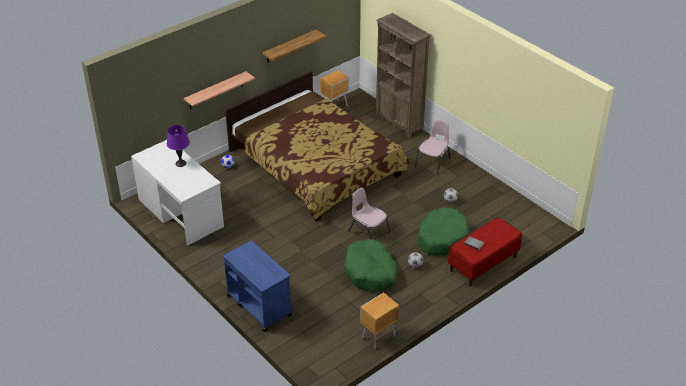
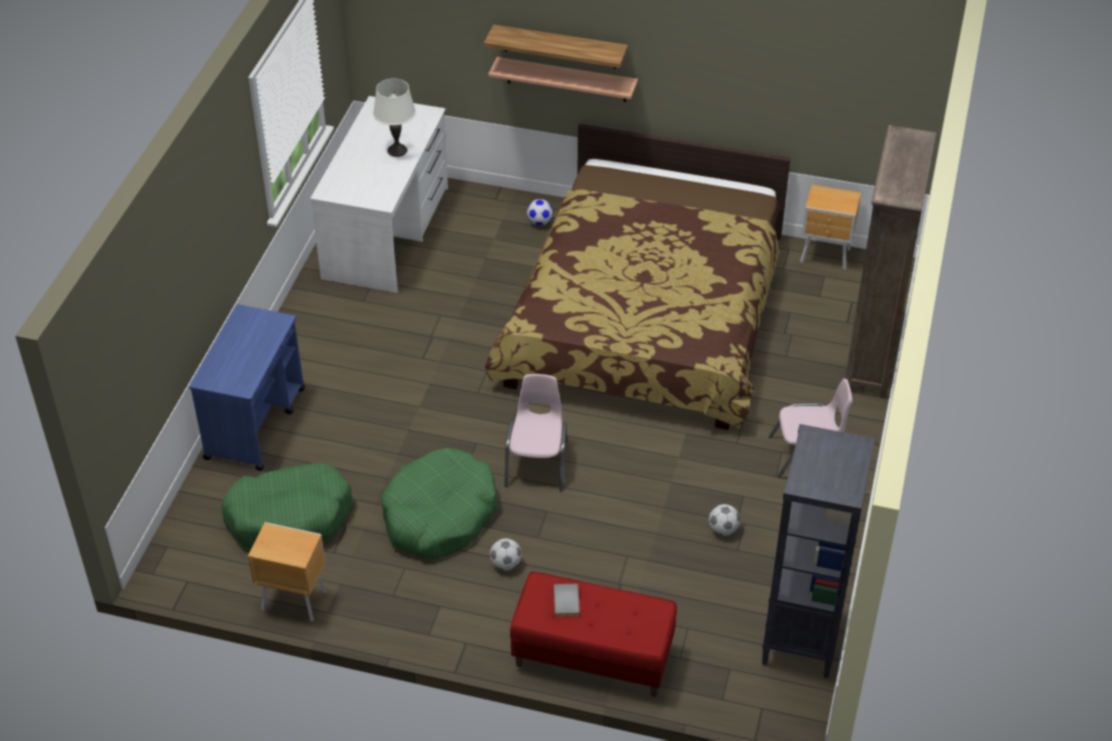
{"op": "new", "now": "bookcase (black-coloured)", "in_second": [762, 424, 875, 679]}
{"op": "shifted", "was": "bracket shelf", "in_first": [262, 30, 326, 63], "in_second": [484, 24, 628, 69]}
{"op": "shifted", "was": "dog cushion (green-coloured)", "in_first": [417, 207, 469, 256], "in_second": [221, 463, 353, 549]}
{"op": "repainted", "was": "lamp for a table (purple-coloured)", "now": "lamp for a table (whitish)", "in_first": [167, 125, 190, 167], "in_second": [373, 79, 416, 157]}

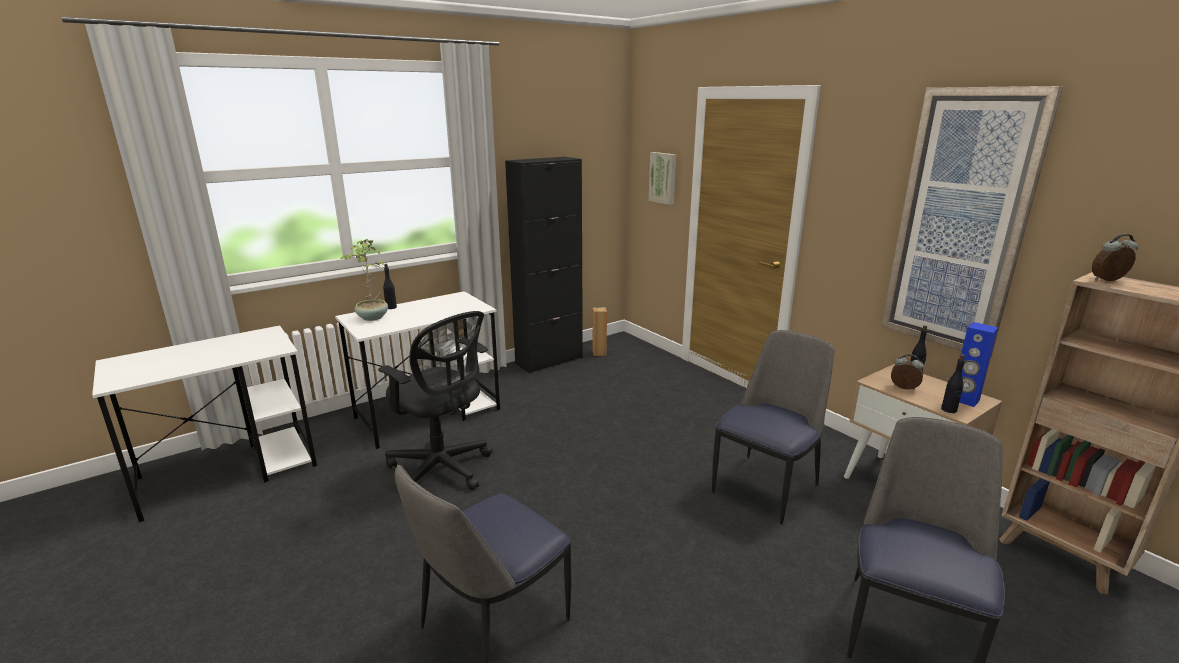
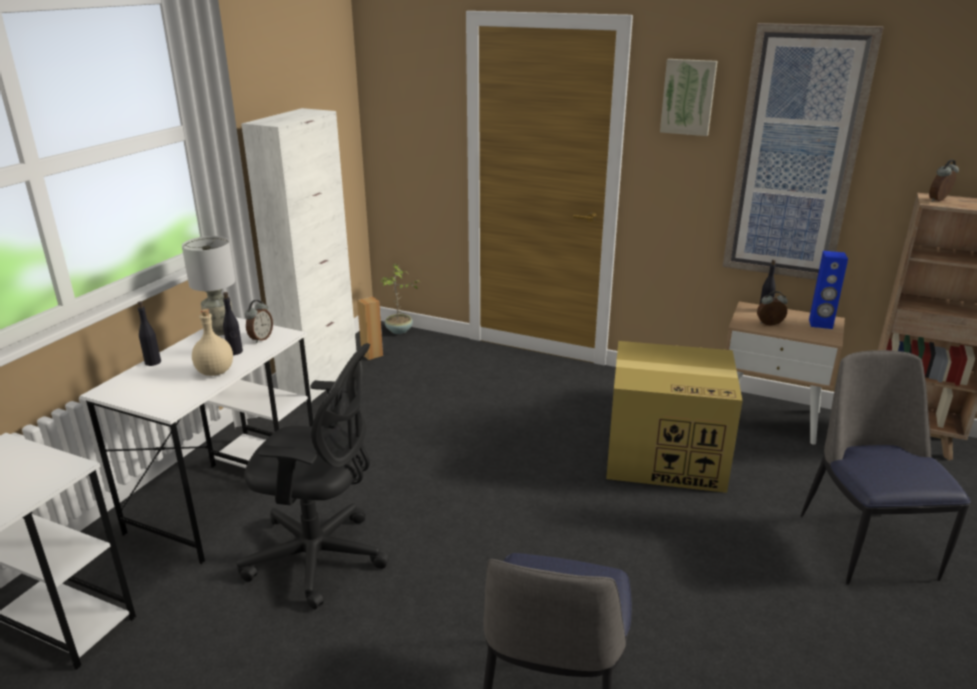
{"op": "new", "now": "lamp for a table (gray)", "in_second": [182, 236, 235, 336]}
{"op": "new", "now": "drink bottle (beige-coloured)", "in_second": [192, 309, 233, 376]}
{"op": "new", "now": "alarm clock", "in_second": [245, 300, 273, 343]}
{"op": "shifted", "was": "houseplant", "in_first": [340, 239, 388, 321], "in_second": [381, 263, 421, 334]}
{"op": "shifted", "was": "wall art", "in_first": [649, 152, 676, 205], "in_second": [660, 59, 718, 136]}
{"op": "shifted", "was": "drink bottle (black-coloured)", "in_first": [941, 354, 965, 413], "in_second": [223, 292, 243, 355]}
{"op": "swapped", "was": "plain chair", "now": "carton", "in_first": [712, 330, 835, 525], "in_second": [606, 341, 743, 493]}
{"op": "repainted", "was": "cabinet (black-coloured)", "now": "cabinet (whitish)", "in_first": [505, 157, 583, 373], "in_second": [241, 108, 356, 403]}

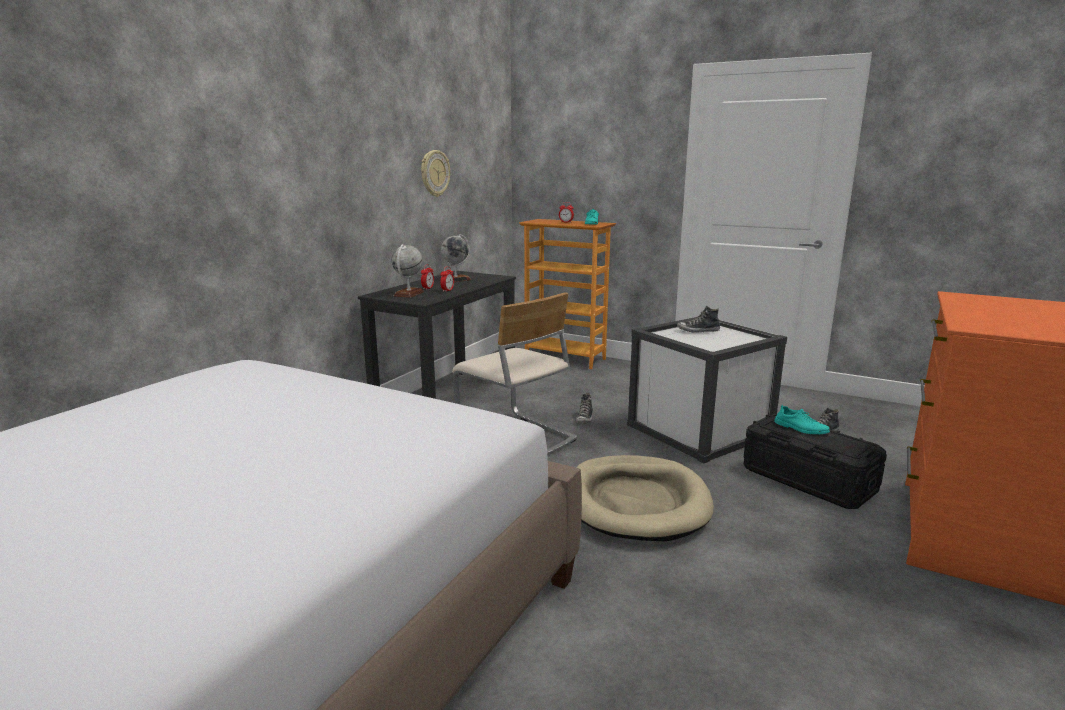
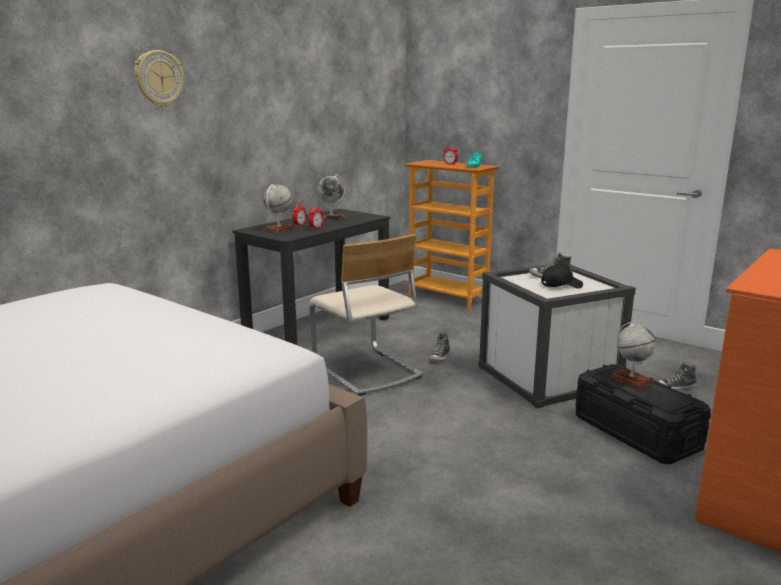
{"op": "gone", "was": "dog cushion (beige-coloured)", "in_first": [576, 455, 714, 541]}
{"op": "new", "now": "peaked cap (black-coloured)", "in_second": [541, 265, 583, 289]}
{"op": "shifted", "was": "clock on the wall", "in_first": [421, 150, 450, 197], "in_second": [135, 50, 184, 107]}
{"op": "swapped", "was": "shoe (turquoise-coloured)", "now": "desk globe", "in_first": [774, 405, 830, 434], "in_second": [611, 322, 656, 389]}

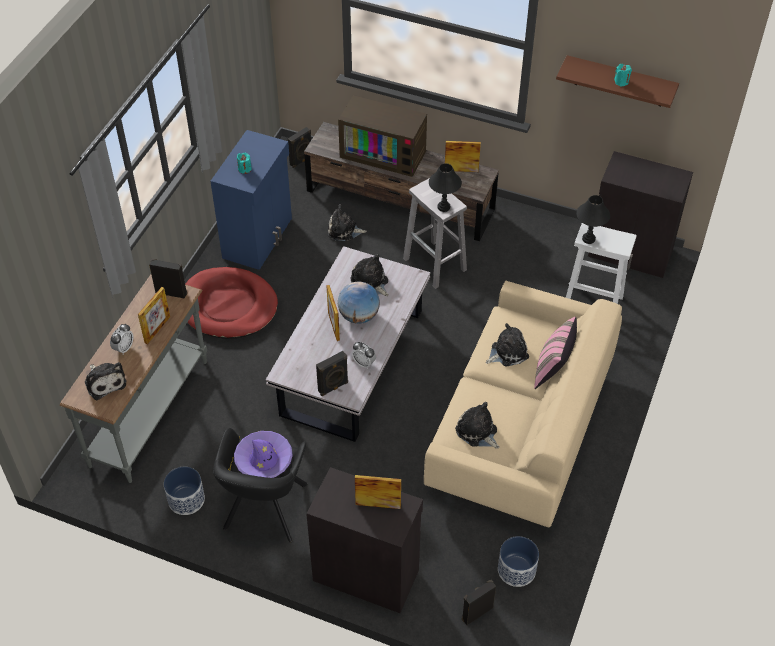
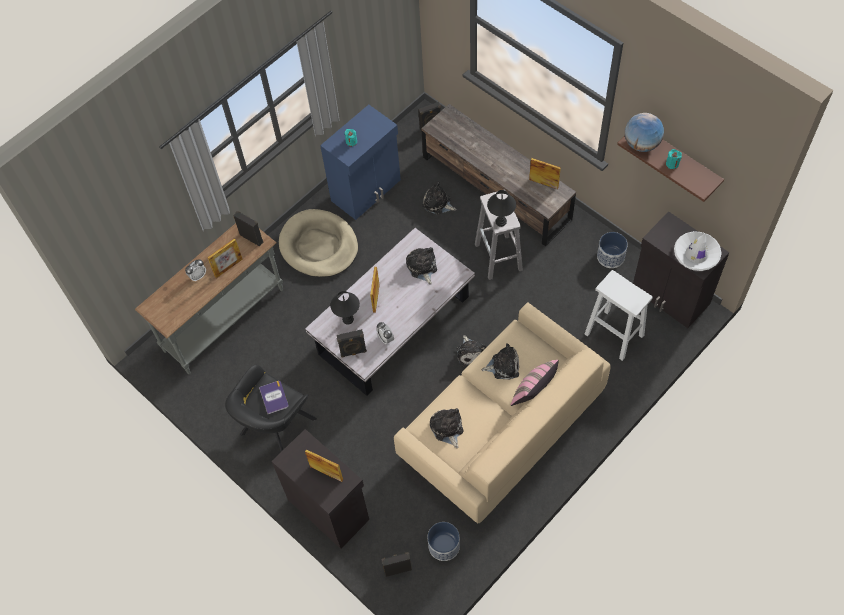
{"op": "gone", "was": "TV set", "in_first": [338, 95, 427, 177]}
{"op": "new", "now": "wearable hat (whitish)", "in_second": [674, 231, 722, 271]}
{"op": "shifted", "was": "cuddly toy", "in_first": [84, 362, 126, 400], "in_second": [457, 335, 486, 366]}
{"op": "shifted", "was": "plant pot", "in_first": [164, 467, 205, 515], "in_second": [597, 232, 628, 268]}
{"op": "shifted", "was": "desk globe", "in_first": [338, 282, 380, 324], "in_second": [625, 113, 664, 152]}
{"op": "shifted", "was": "lamp for a table (black-coloured)", "in_first": [576, 195, 610, 244], "in_second": [330, 291, 360, 325]}
{"op": "swapped", "was": "wearable hat (purple-coloured)", "now": "volume", "in_first": [234, 431, 293, 478], "in_second": [259, 381, 289, 414]}
{"op": "repainted", "was": "dog cushion (red)", "now": "dog cushion (beige-coloured)", "in_first": [186, 267, 278, 339], "in_second": [279, 209, 358, 277]}

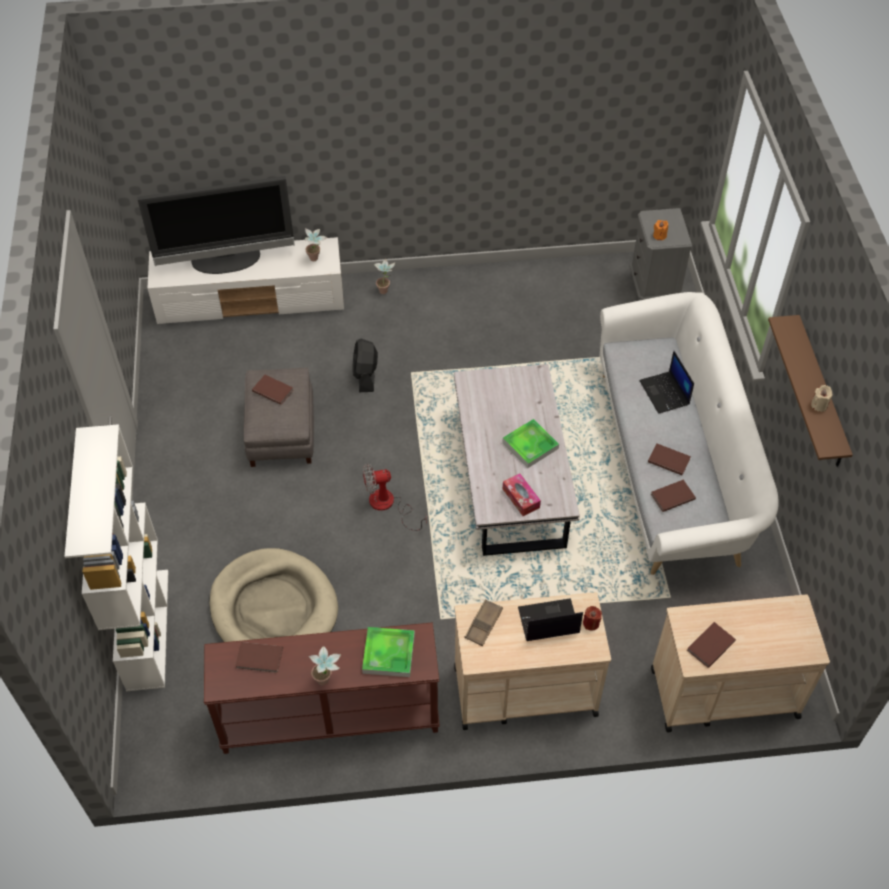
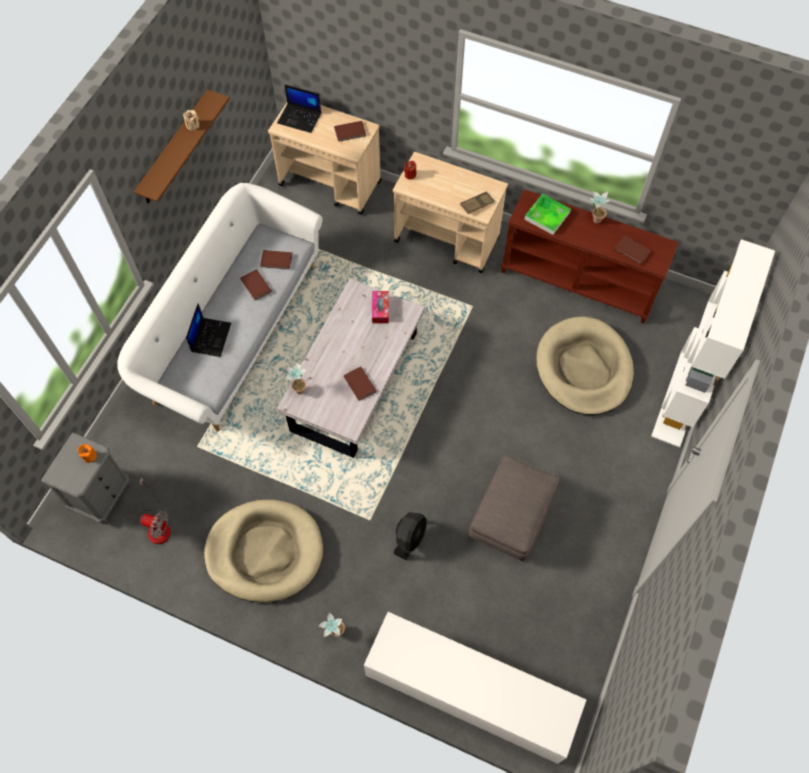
{"op": "gone", "was": "TV set", "in_first": [137, 176, 295, 274]}
{"op": "gone", "was": "serving tray", "in_first": [502, 419, 559, 468]}
{"op": "new", "now": "dog cushion (beige-coloured)", "in_second": [204, 500, 323, 602]}
{"op": "shifted", "was": "volume (brown-coloured)", "in_first": [252, 375, 293, 405], "in_second": [344, 367, 377, 401]}
{"op": "shifted", "was": "houseplant", "in_first": [304, 228, 327, 261], "in_second": [285, 361, 307, 394]}
{"op": "shifted", "was": "electric fan", "in_first": [363, 463, 427, 531], "in_second": [139, 477, 171, 544]}
{"op": "shifted", "was": "portable computer", "in_first": [518, 598, 583, 641], "in_second": [277, 85, 321, 133]}

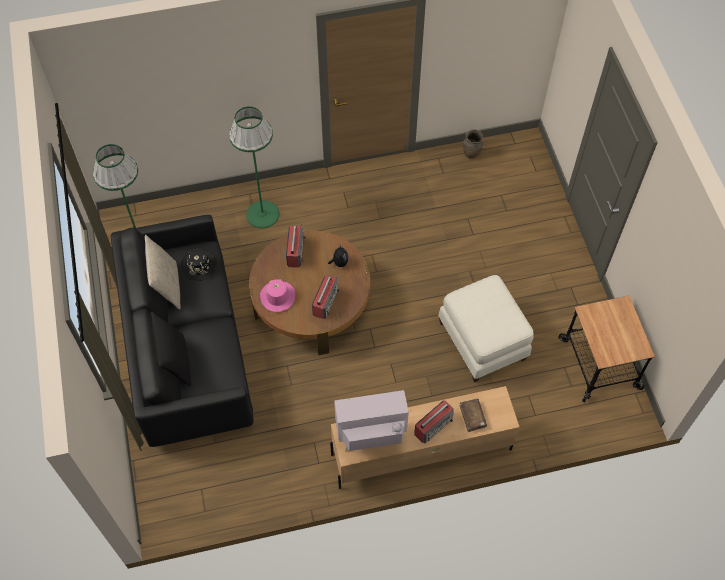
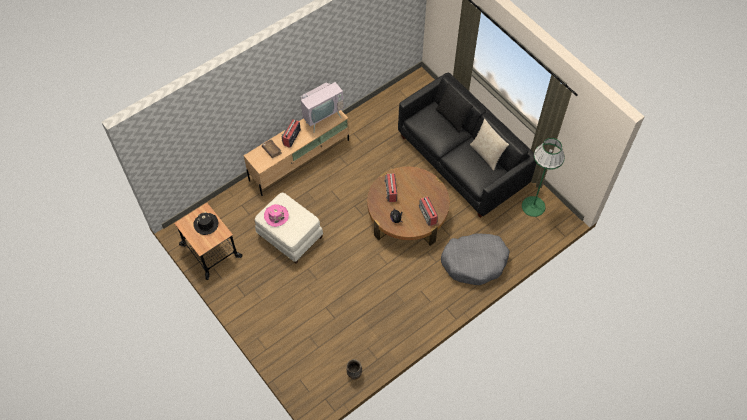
{"op": "shifted", "was": "wearable hat (black-coloured)", "in_first": [181, 248, 217, 281], "in_second": [193, 212, 218, 235]}
{"op": "shifted", "was": "wearable hat (pinkish)", "in_first": [260, 279, 295, 312], "in_second": [264, 204, 289, 227]}
{"op": "swapped", "was": "standing lamp (green-coloured)", "now": "dog cushion (gray)", "in_first": [229, 106, 279, 228], "in_second": [441, 234, 510, 285]}

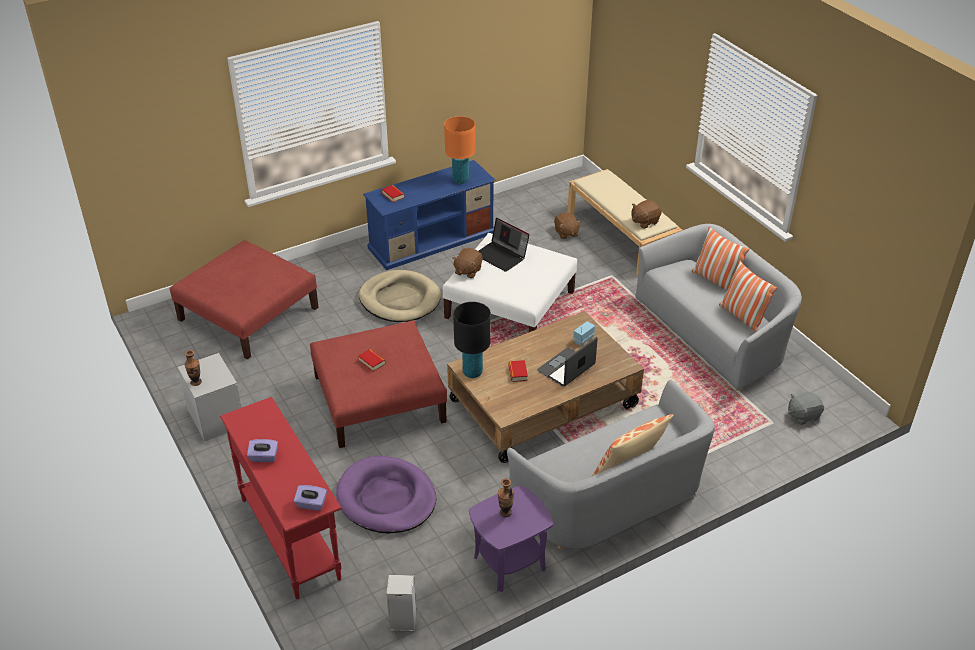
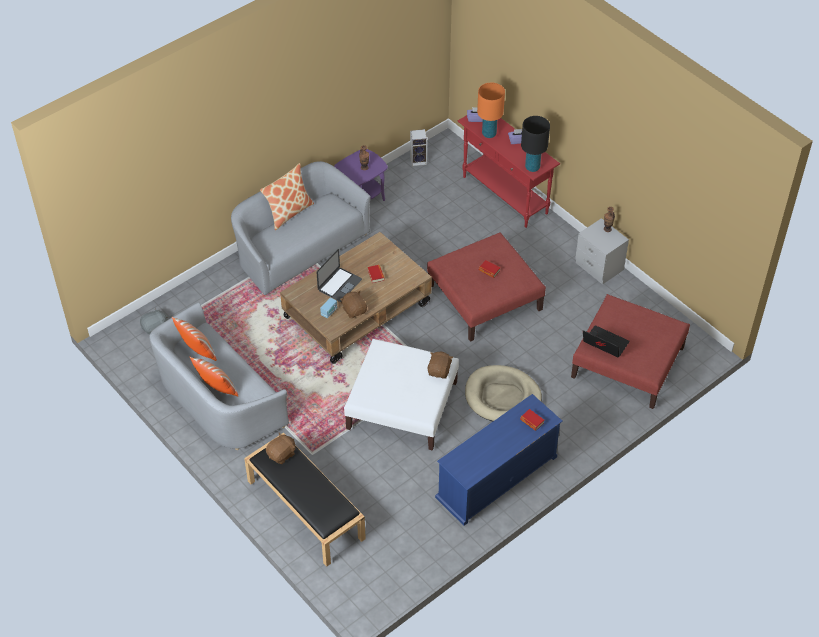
{"op": "gone", "was": "dog cushion (purple-coloured)", "in_first": [336, 456, 436, 533]}
{"op": "shifted", "was": "lamp for a table (orange)", "in_first": [444, 116, 475, 184], "in_second": [477, 83, 505, 138]}
{"op": "shifted", "was": "lamp for a table (black-coloured)", "in_first": [453, 302, 491, 378], "in_second": [521, 116, 550, 172]}
{"op": "shifted", "was": "portable computer", "in_first": [478, 218, 529, 272], "in_second": [583, 325, 630, 357]}
{"op": "shifted", "was": "cuddly toy (brown-coloured)", "in_first": [554, 212, 581, 239], "in_second": [340, 291, 367, 318]}
{"op": "repainted", "was": "bench (beige-coloured)", "now": "bench (black-coloured)", "in_first": [568, 169, 682, 277], "in_second": [244, 433, 366, 567]}

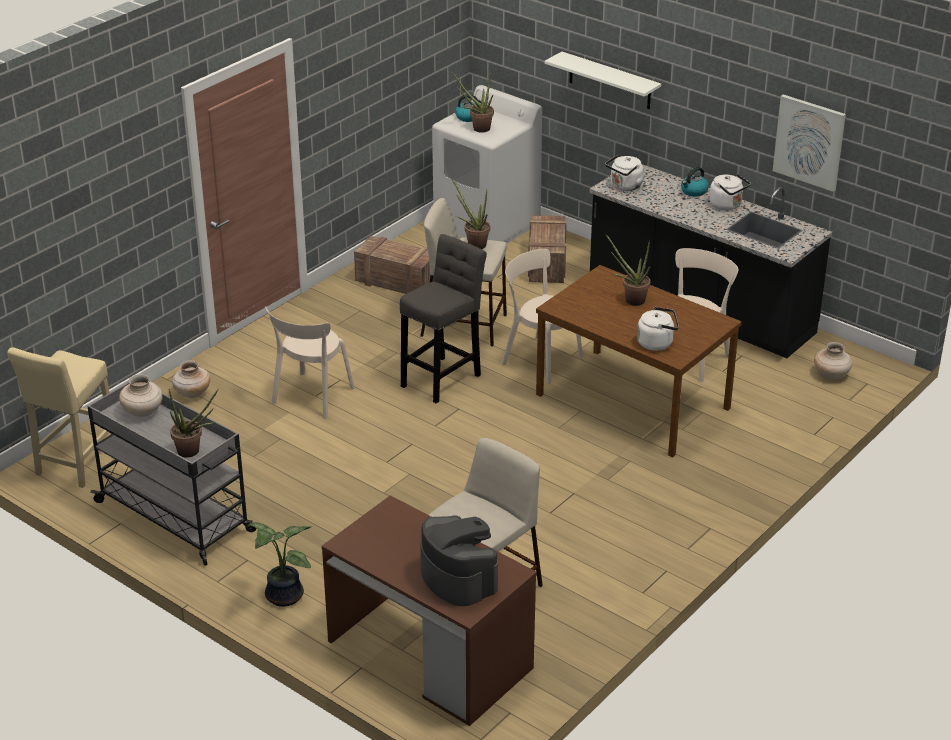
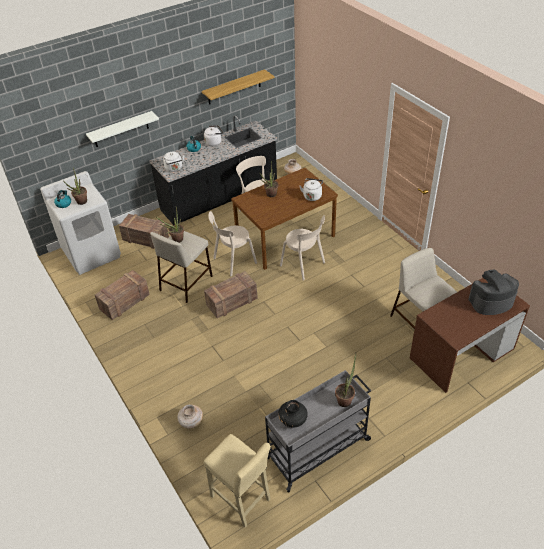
{"op": "gone", "was": "houseplant", "in_first": [246, 522, 312, 607]}
{"op": "shifted", "was": "plain chair (beige-coloured)", "in_first": [265, 307, 355, 419], "in_second": [280, 215, 325, 281]}
{"op": "swapped", "was": "stool (gray)", "now": "shipping crate", "in_first": [400, 234, 487, 404], "in_second": [204, 271, 258, 318]}
{"op": "swapped", "was": "wall art", "now": "bracket shelf", "in_first": [773, 94, 846, 192], "in_second": [202, 69, 275, 105]}
{"op": "repainted", "was": "decorative vase (beige-coloured)", "now": "decorative vase (black-coloured)", "in_first": [119, 374, 163, 417], "in_second": [278, 400, 308, 428]}

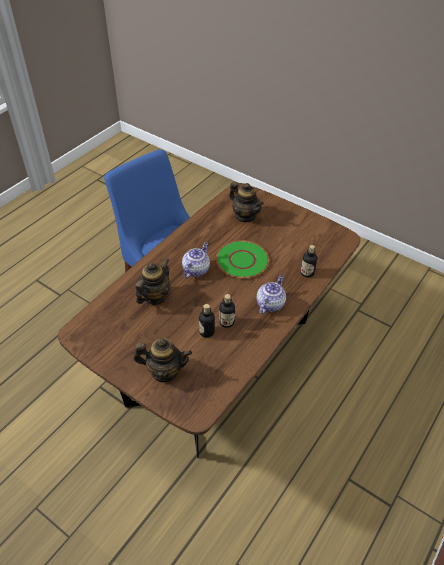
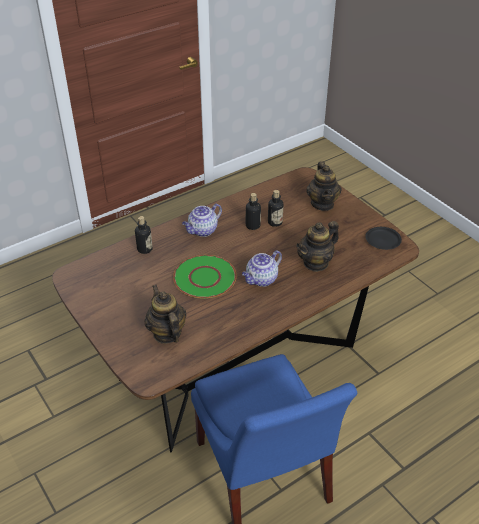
{"op": "new", "now": "plate (black-coloured)", "in_second": [365, 227, 402, 250]}
{"op": "rotated", "was": "teapot", "in_first": [134, 338, 192, 382], "in_second": [306, 161, 342, 211], "clockwise": -120}

